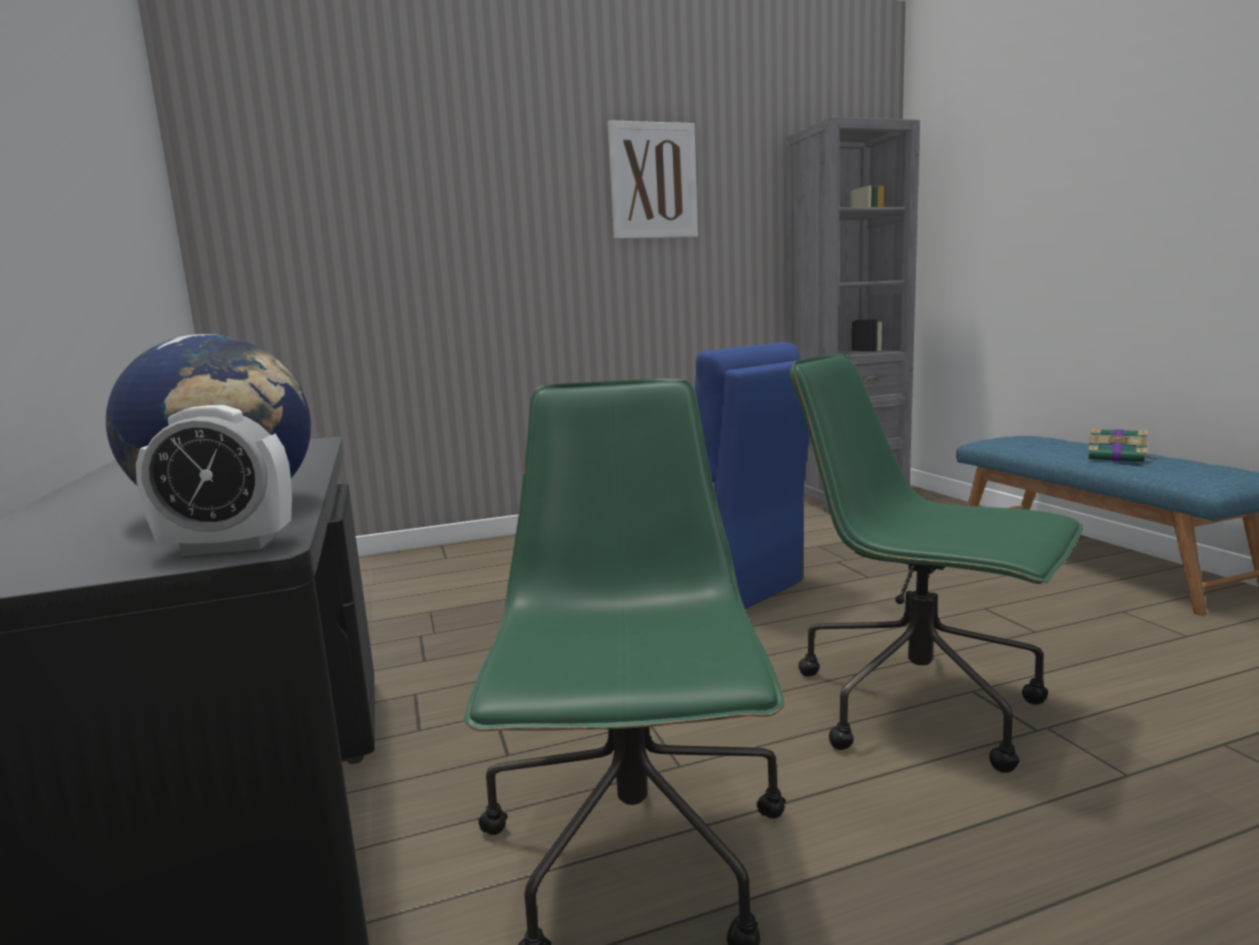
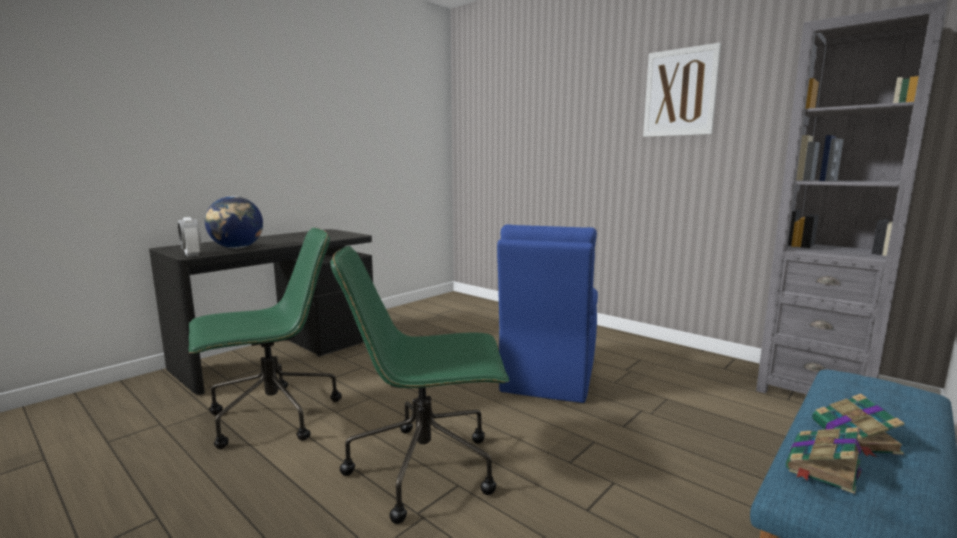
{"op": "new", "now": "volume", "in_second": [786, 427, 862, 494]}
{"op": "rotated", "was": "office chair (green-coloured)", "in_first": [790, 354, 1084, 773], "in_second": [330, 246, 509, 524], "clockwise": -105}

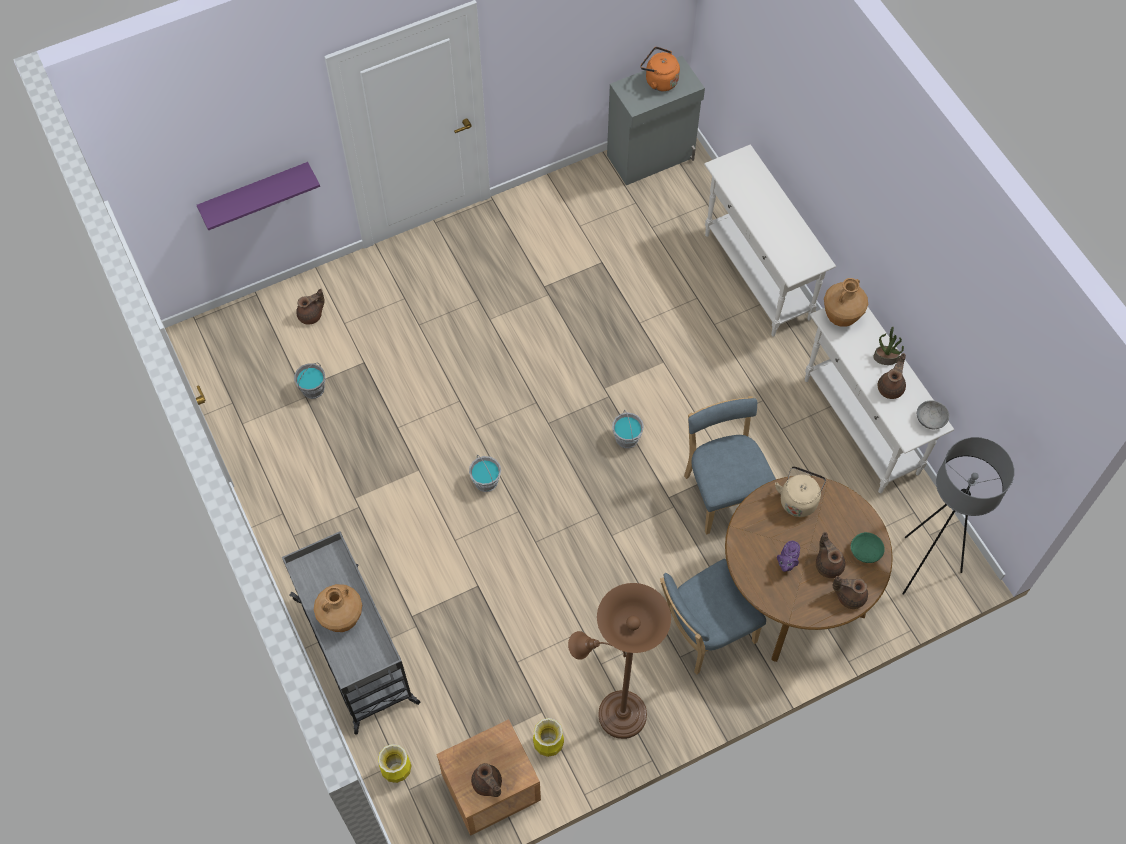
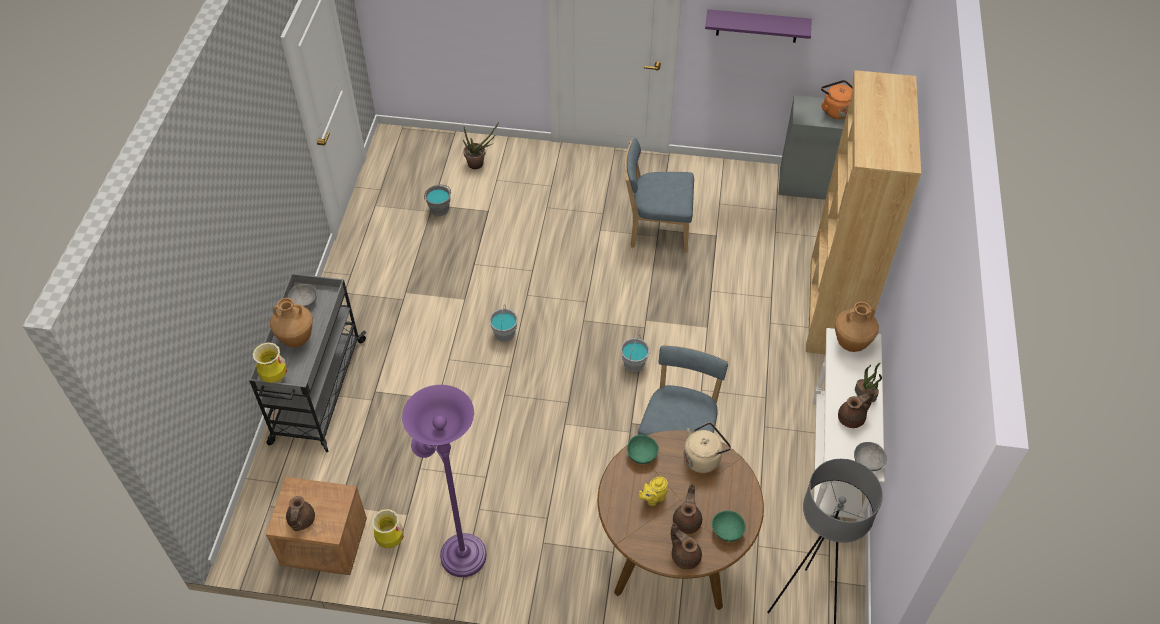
{"op": "new", "now": "serving bowl (gray)", "in_second": [288, 284, 317, 308]}
{"op": "new", "now": "serving bowl (green-coloured)", "in_second": [627, 435, 659, 464]}
{"op": "shifted", "was": "bracket shelf (purple-coloured)", "in_first": [197, 162, 320, 230], "in_second": [705, 9, 812, 43]}
{"op": "shifted", "was": "decorative vase", "in_first": [378, 744, 412, 783], "in_second": [253, 342, 287, 383]}
{"op": "shifted", "was": "plain chair (blue)", "in_first": [660, 559, 766, 675], "in_second": [625, 138, 694, 252]}
{"op": "swapped", "was": "teapot (brown-coloured)", "now": "houseplant", "in_first": [296, 289, 324, 325], "in_second": [463, 122, 499, 169]}
{"op": "swapped", "was": "console table (whitish)", "now": "bookcase (brown-coloured)", "in_first": [704, 144, 836, 336], "in_second": [806, 70, 921, 354]}
{"op": "repainted", "was": "standing lamp (brown-coloured)", "now": "standing lamp (purple-coloured)", "in_first": [568, 583, 671, 739], "in_second": [402, 385, 486, 577]}
{"op": "repainted", "was": "teapot (purple-coloured)", "now": "teapot (yellow)", "in_first": [777, 541, 800, 572], "in_second": [638, 477, 668, 506]}

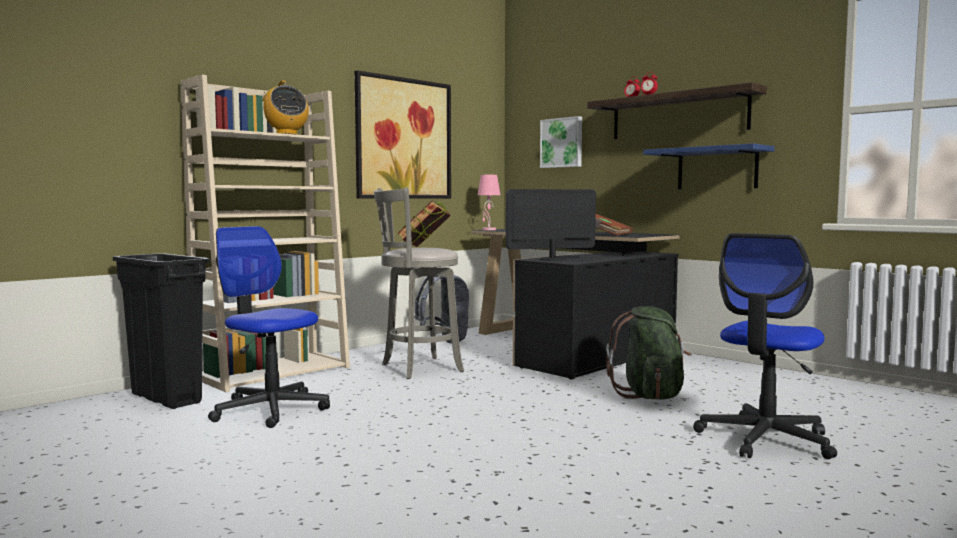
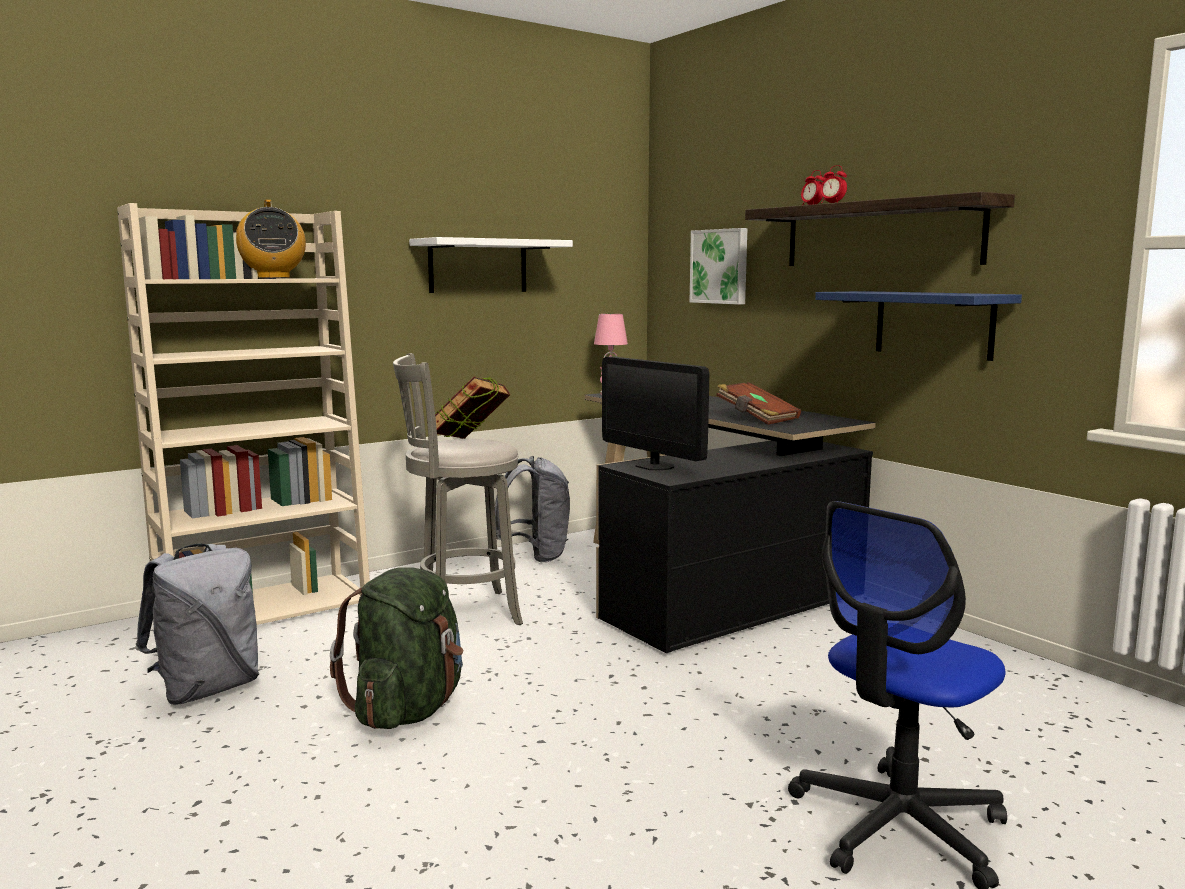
{"op": "gone", "was": "waste bin (black-coloured)", "in_first": [113, 254, 209, 409]}
{"op": "shifted", "was": "knapsack (green-coloured)", "in_first": [606, 306, 692, 400], "in_second": [330, 567, 464, 729]}
{"op": "swapped", "was": "office chair", "now": "knapsack (gray)", "in_first": [208, 226, 330, 428], "in_second": [135, 543, 259, 705]}
{"op": "swapped", "was": "wall art", "now": "bracket shelf (whitish)", "in_first": [355, 70, 451, 199], "in_second": [409, 237, 573, 293]}
{"op": "rotated", "was": "monitor", "in_first": [506, 189, 596, 261], "in_second": [602, 356, 710, 470], "clockwise": -120}

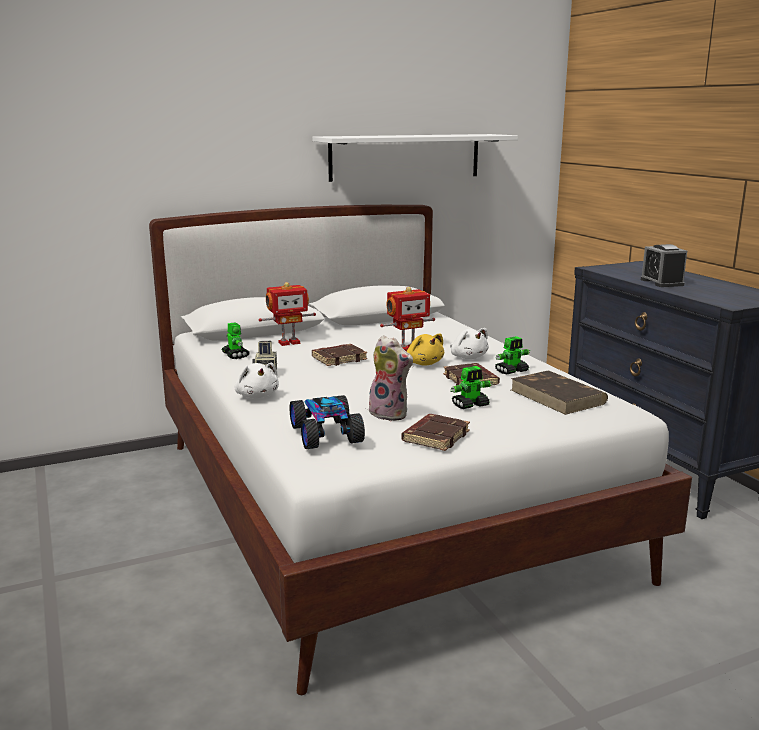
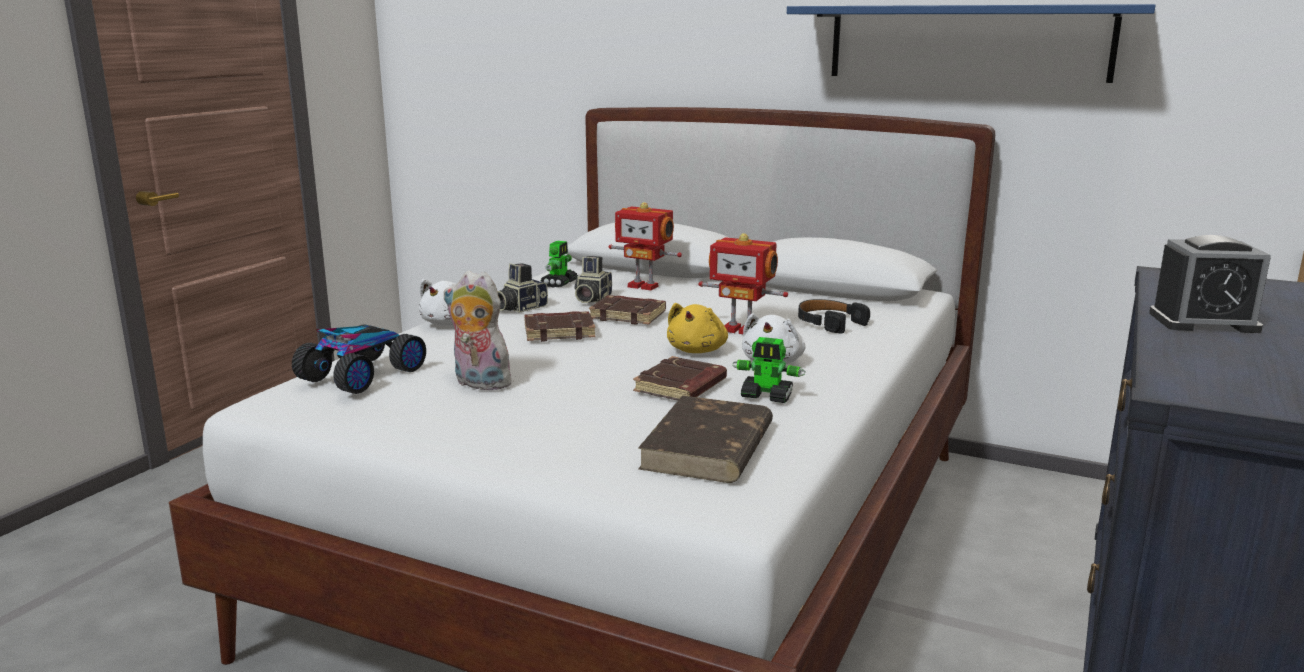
{"op": "gone", "was": "toy robot", "in_first": [450, 366, 493, 409]}
{"op": "new", "now": "still camera", "in_second": [574, 256, 612, 303]}
{"op": "new", "now": "headset (black-coloured)", "in_second": [798, 299, 870, 334]}
{"op": "shifted", "was": "volume (brown-coloured)", "in_first": [402, 414, 470, 451], "in_second": [524, 311, 596, 342]}
{"op": "repainted", "was": "bracket shelf (whitish)", "now": "bracket shelf (blue)", "in_first": [312, 134, 518, 182], "in_second": [787, 4, 1156, 83]}
{"op": "rotated", "was": "cuddly toy", "in_first": [369, 335, 413, 421], "in_second": [444, 271, 514, 390], "clockwise": 120}
{"op": "rotated", "was": "alarm clock", "in_first": [641, 244, 687, 287], "in_second": [1149, 235, 1271, 333], "clockwise": -120}

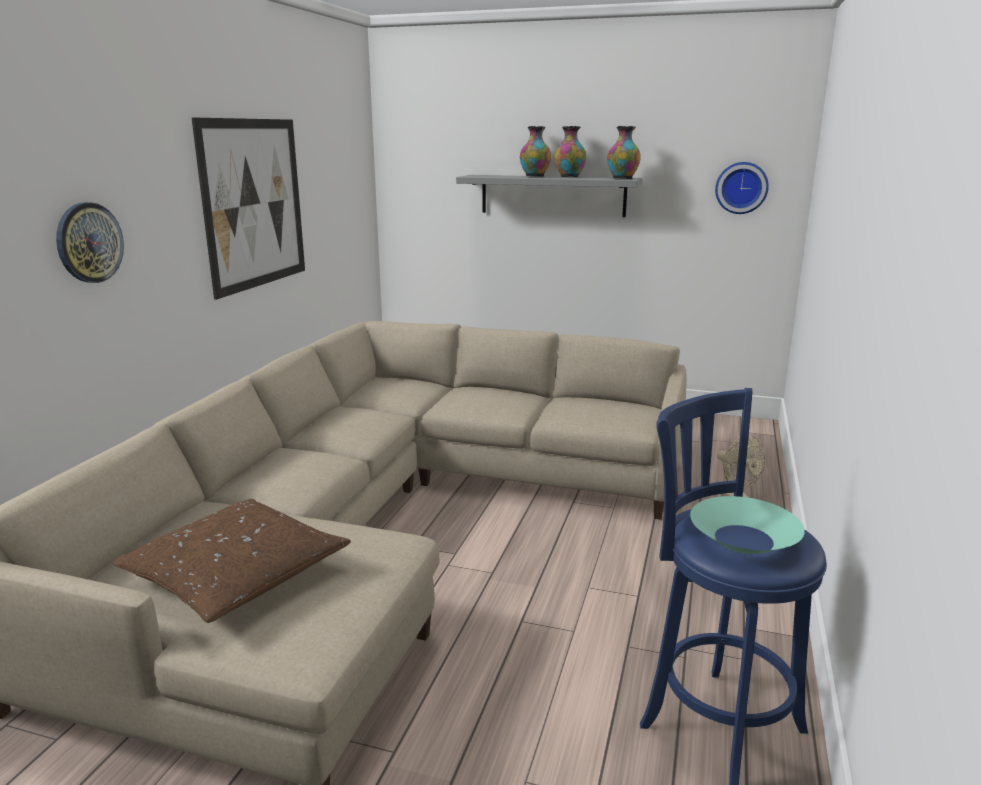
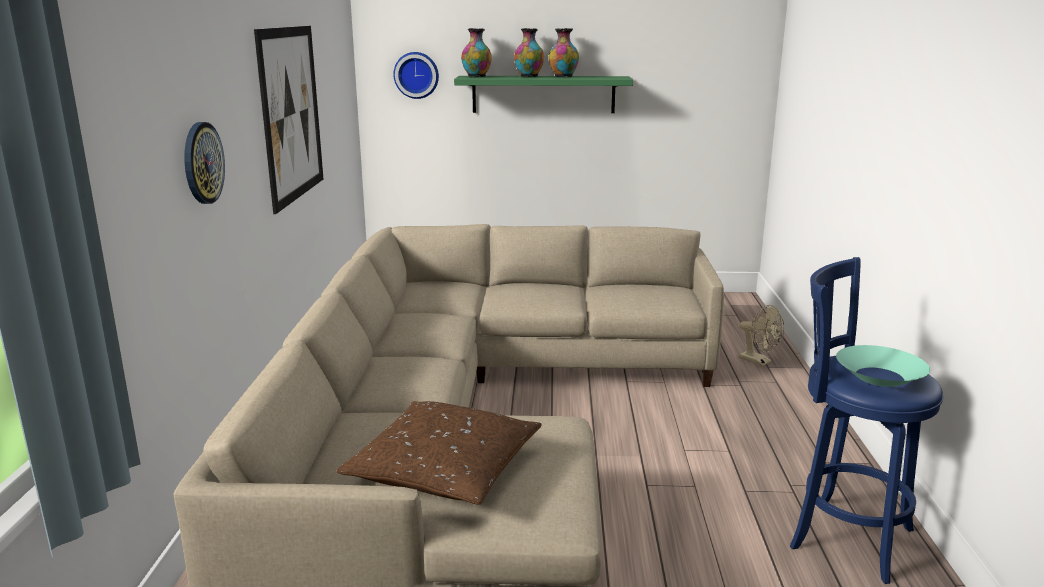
{"op": "shifted", "was": "decorative vase", "in_first": [607, 126, 641, 179], "in_second": [461, 28, 492, 77]}
{"op": "shifted", "was": "clock on the wall", "in_first": [715, 162, 769, 214], "in_second": [394, 52, 439, 99]}
{"op": "repainted", "was": "bracket shelf (gray)", "now": "bracket shelf (green-coloured)", "in_first": [456, 175, 643, 217], "in_second": [454, 76, 633, 113]}

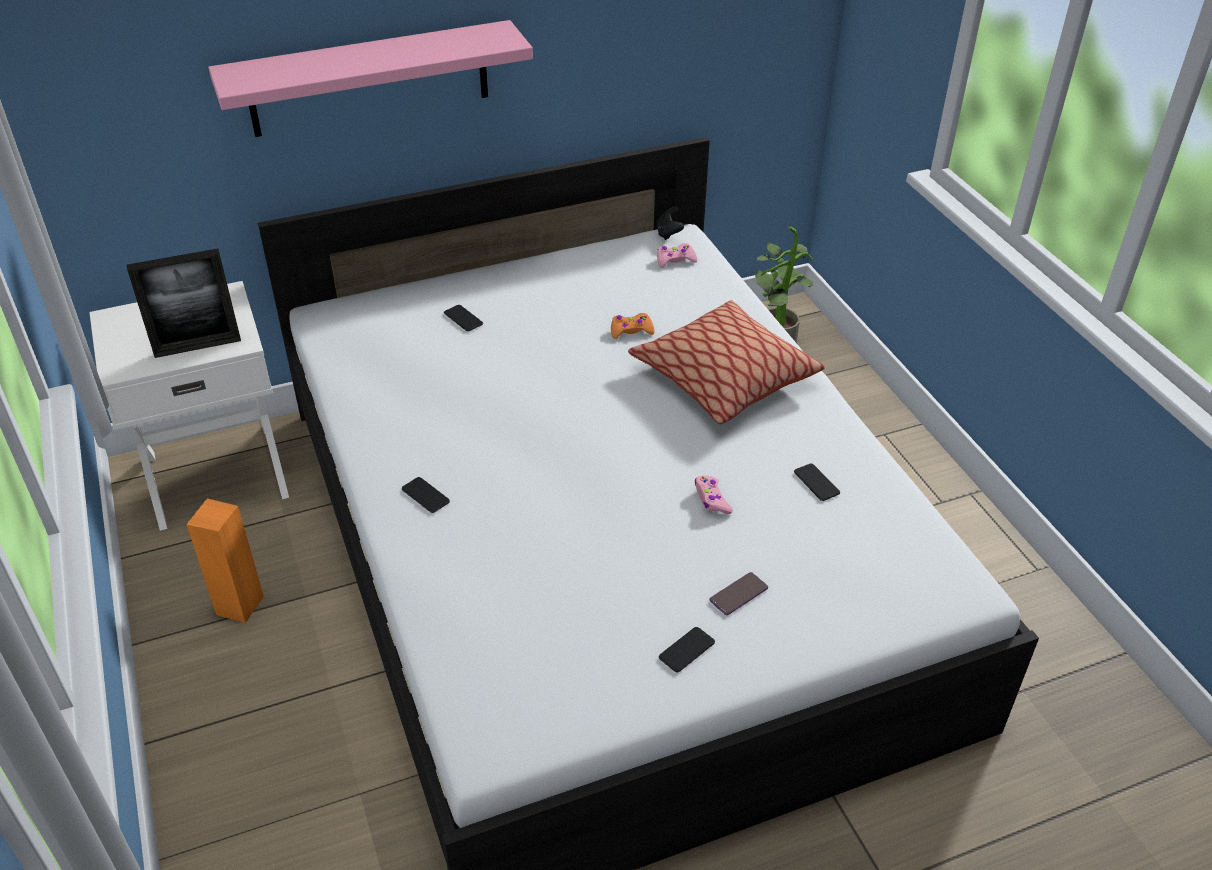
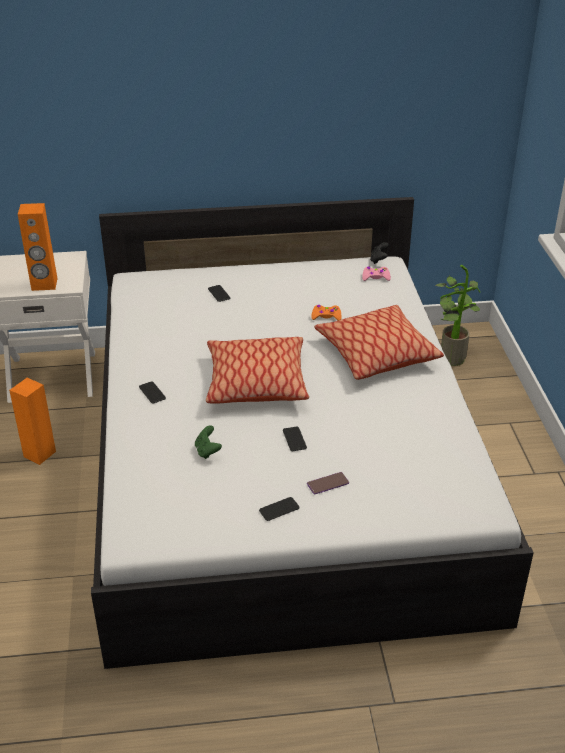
{"op": "gone", "was": "bracket shelf (pinkish)", "in_first": [208, 20, 533, 137]}
{"op": "gone", "was": "game controller (pinkish)", "in_first": [695, 475, 733, 514]}
{"op": "new", "now": "game controller (green-coloured)", "in_second": [195, 425, 222, 459]}
{"op": "new", "now": "cushion", "in_second": [206, 337, 309, 403]}
{"op": "shifted", "was": "handset", "in_first": [794, 464, 840, 501], "in_second": [283, 427, 307, 451]}
{"op": "swapped", "was": "standing frame", "now": "loudspeaker (orange)", "in_first": [127, 248, 241, 358], "in_second": [18, 203, 58, 291]}

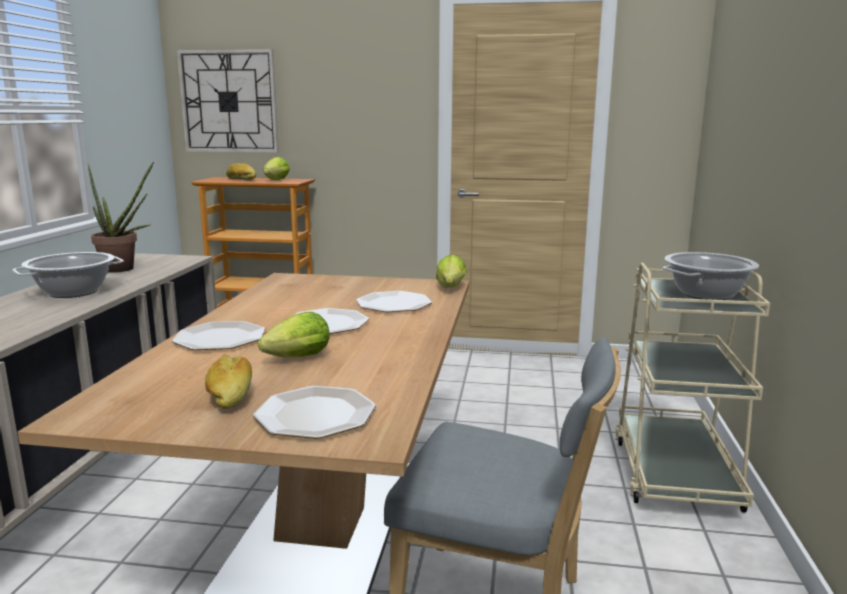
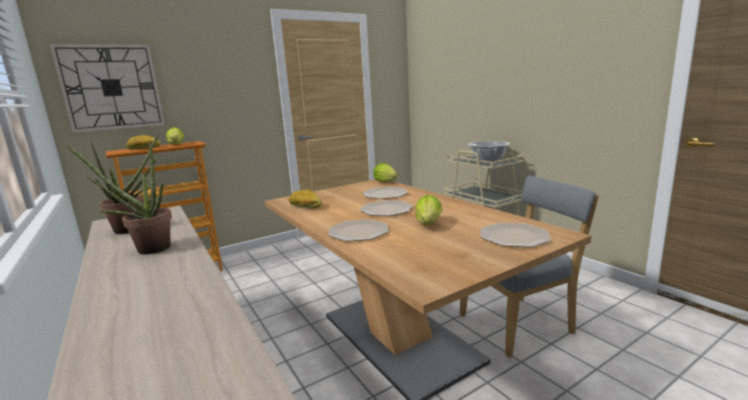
{"op": "shifted", "was": "bakery bread", "in_first": [205, 354, 252, 409], "in_second": [289, 189, 322, 209]}
{"op": "swapped", "was": "saucepot", "now": "houseplant", "in_first": [12, 252, 124, 298], "in_second": [66, 140, 172, 254]}

